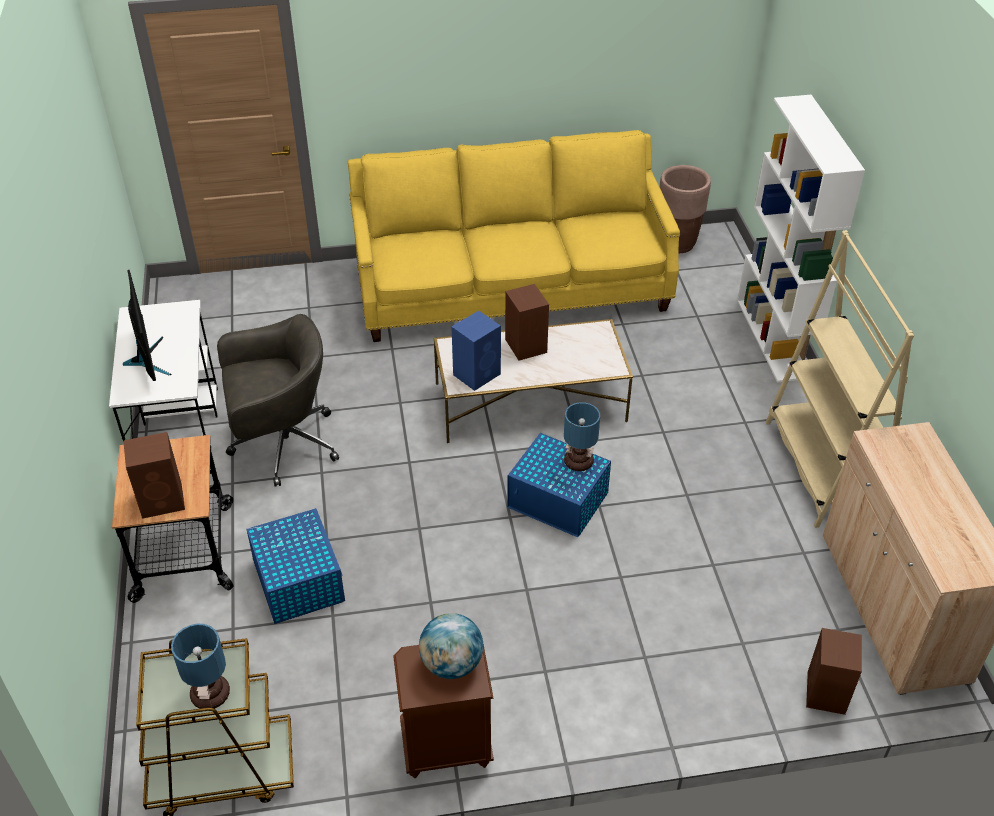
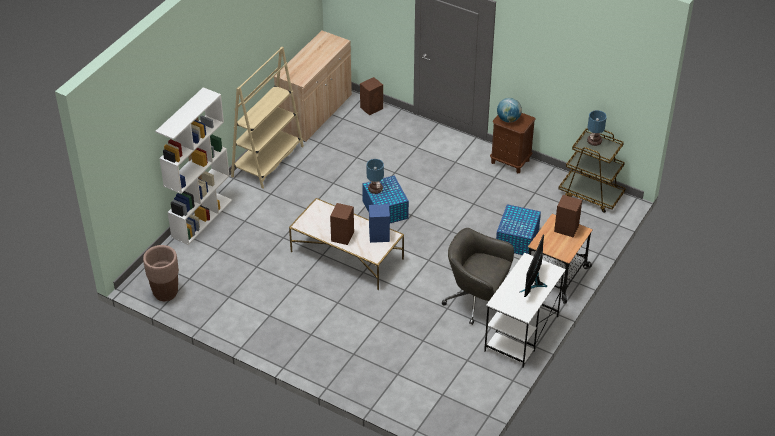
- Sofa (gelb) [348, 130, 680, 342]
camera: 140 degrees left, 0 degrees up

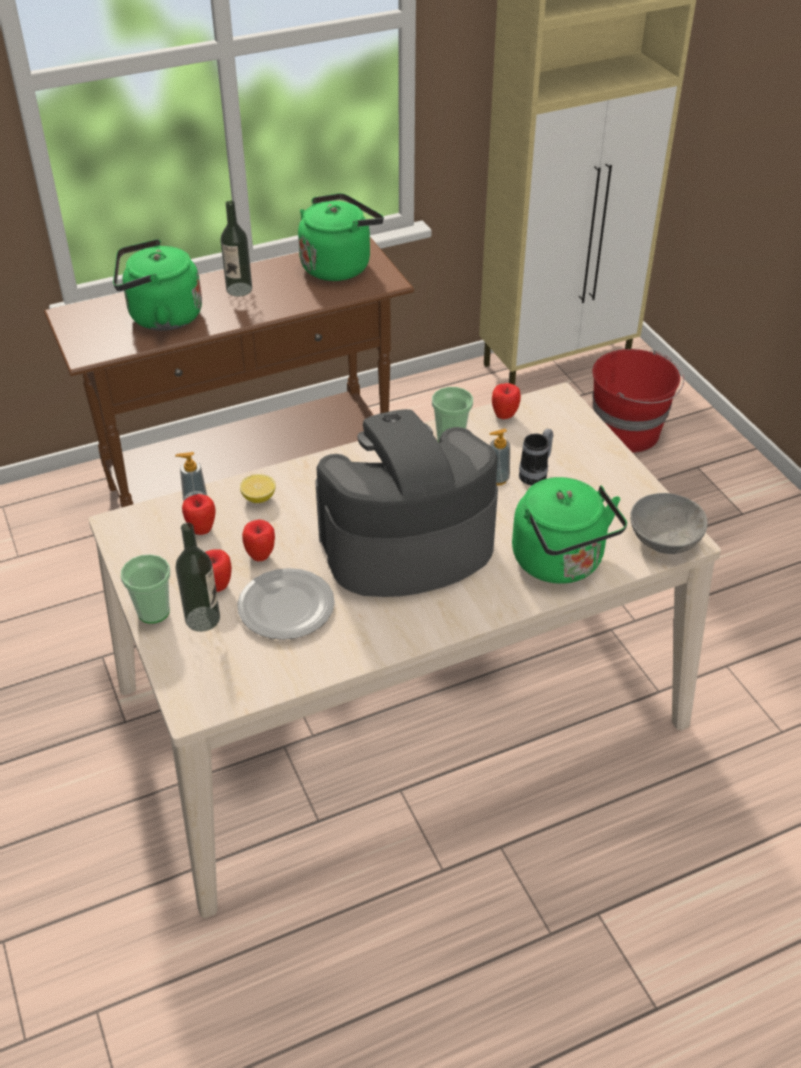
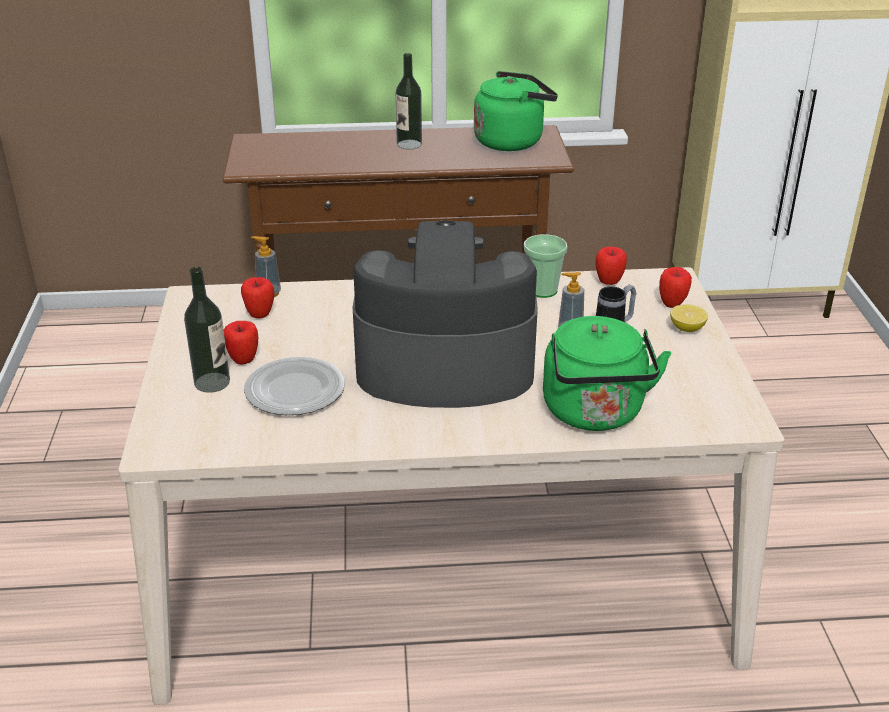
- Wasserkessel (grün) [113, 239, 202, 331]
- Tasse [121, 554, 170, 624]
~ Zitrone [240, 474, 276, 503] to [670, 304, 708, 332]
~ Apfel [242, 520, 275, 561] to [659, 267, 692, 308]
- Eimer (rot) [592, 349, 684, 453]
- Schüssel (grau) [630, 493, 707, 554]
camera: 20 degrees right, 10 degrees down

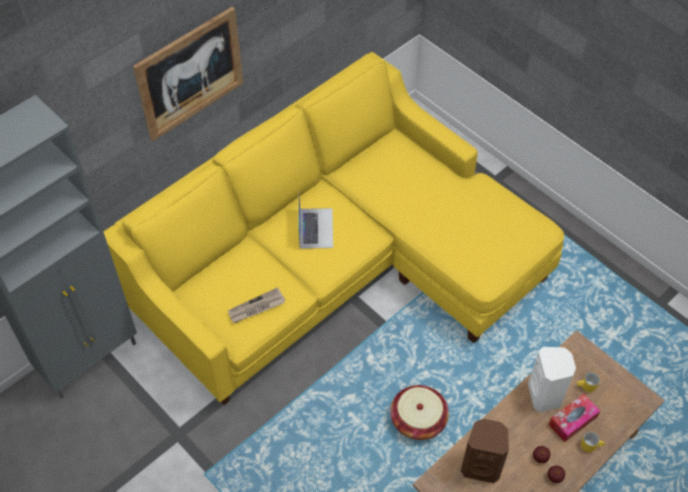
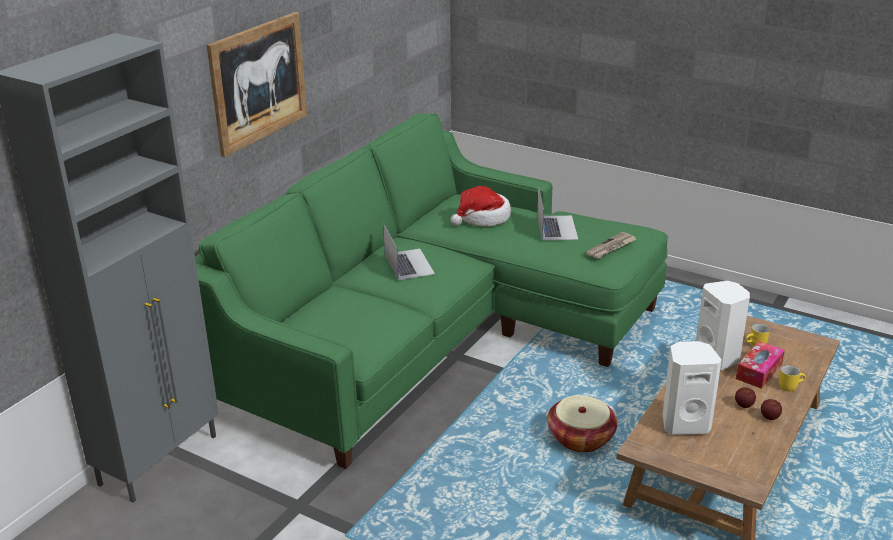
~ Sofa (gelb) [103, 52, 564, 405] to Sofa (grün) [195, 113, 668, 469]
~ Zeitung [228, 287, 286, 323] to [585, 232, 636, 259]
~ Lautsprecher (braun) [461, 419, 509, 483] to Lautsprecher (weiß) [662, 341, 722, 435]
+ Hut [451, 186, 511, 226]
+ Laptop [537, 187, 578, 240]
camera: 15 degrees left, 25 degrees down

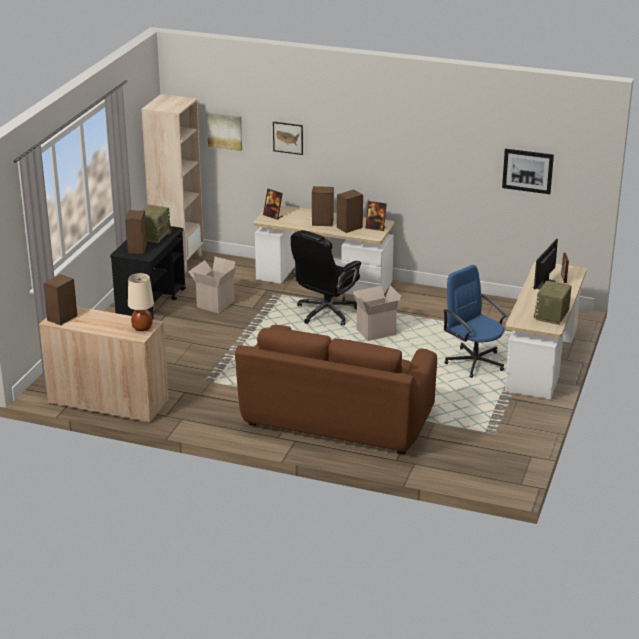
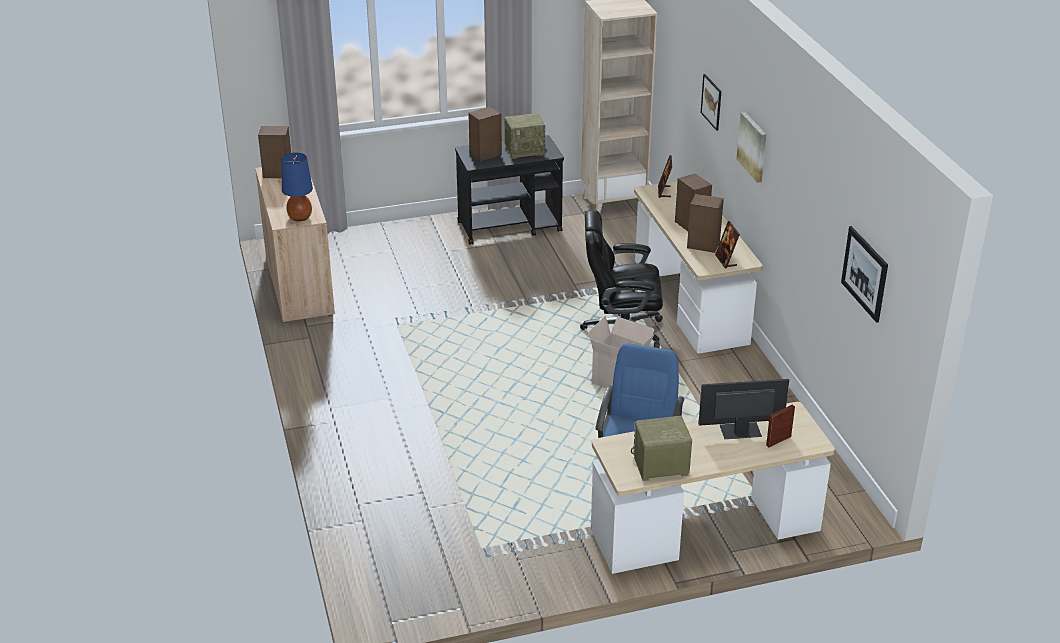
~ Tischlampe (beige) [128, 273, 154, 331] to Tischlampe (blau) [281, 153, 313, 221]
- Karton [188, 257, 237, 313]
~ Bild [207, 112, 242, 151] to [736, 112, 766, 183]
- Sofa (braun) [235, 325, 437, 455]
camera: 55 degrees right, 5 degrees up

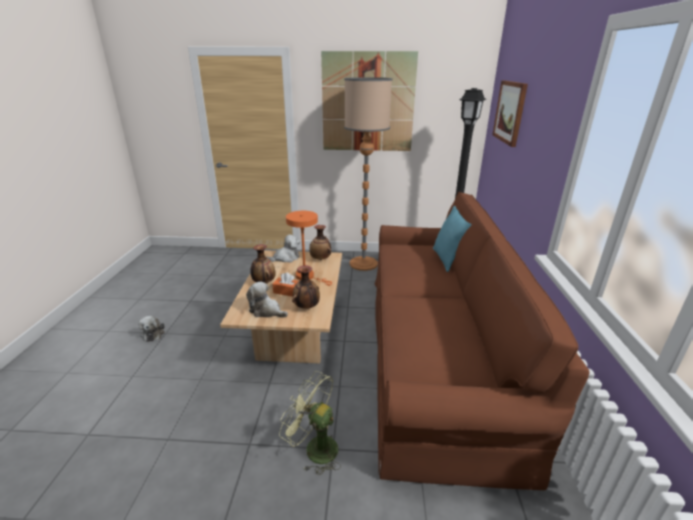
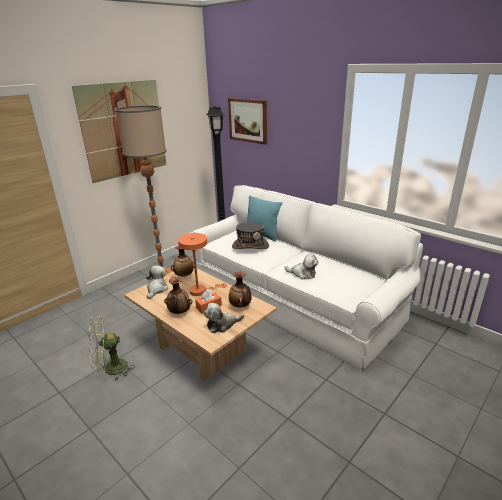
~ Plüschtier [138, 316, 165, 342] to [284, 254, 318, 279]
~ Ventilator (grün) [279, 371, 341, 475] to [89, 316, 135, 381]
~ Sofa (braun) [375, 192, 590, 490] to Sofa (weiß) [188, 185, 423, 370]
+ Hut (grau) [232, 222, 269, 249]
camera: 50 degrees left, 0 degrees up

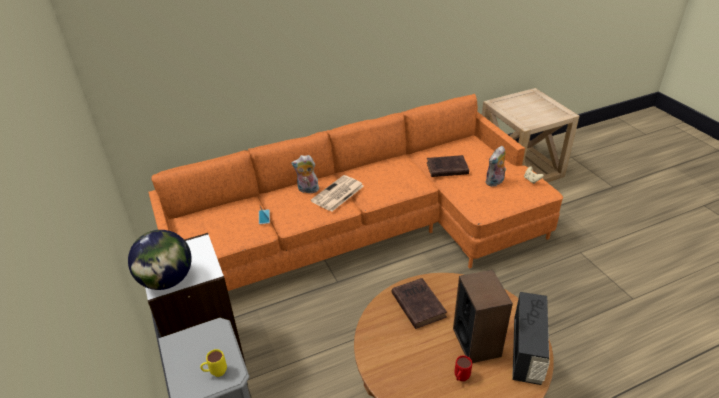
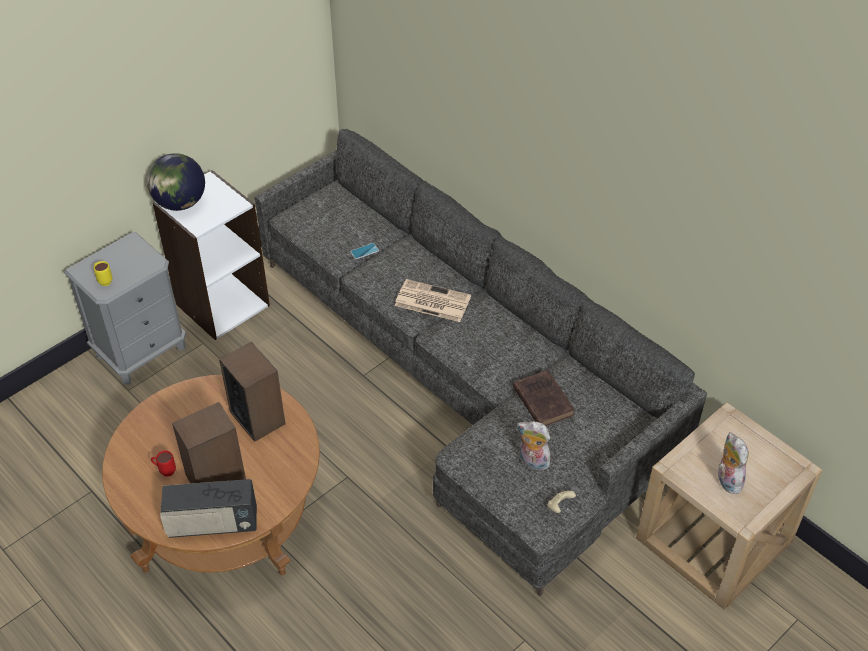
~ Sofa (orange) [148, 94, 563, 291] to Sofa (grau) [255, 129, 707, 596]
~ Plüschtier [291, 155, 319, 193] to [717, 432, 748, 494]
~ Buch (braun) [392, 278, 447, 329] to Lautsprecher [219, 342, 285, 442]
camera: 70 degrees right, 10 degrees up

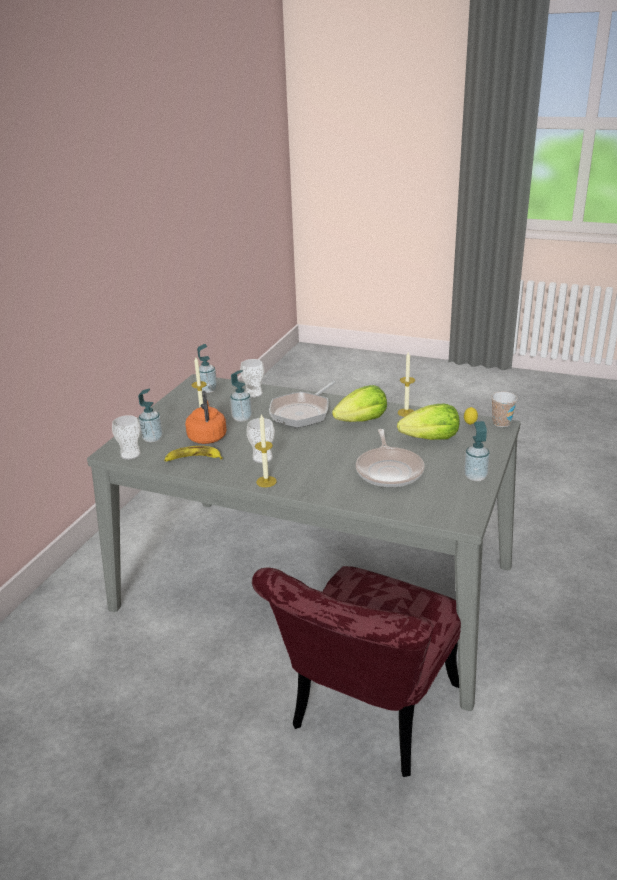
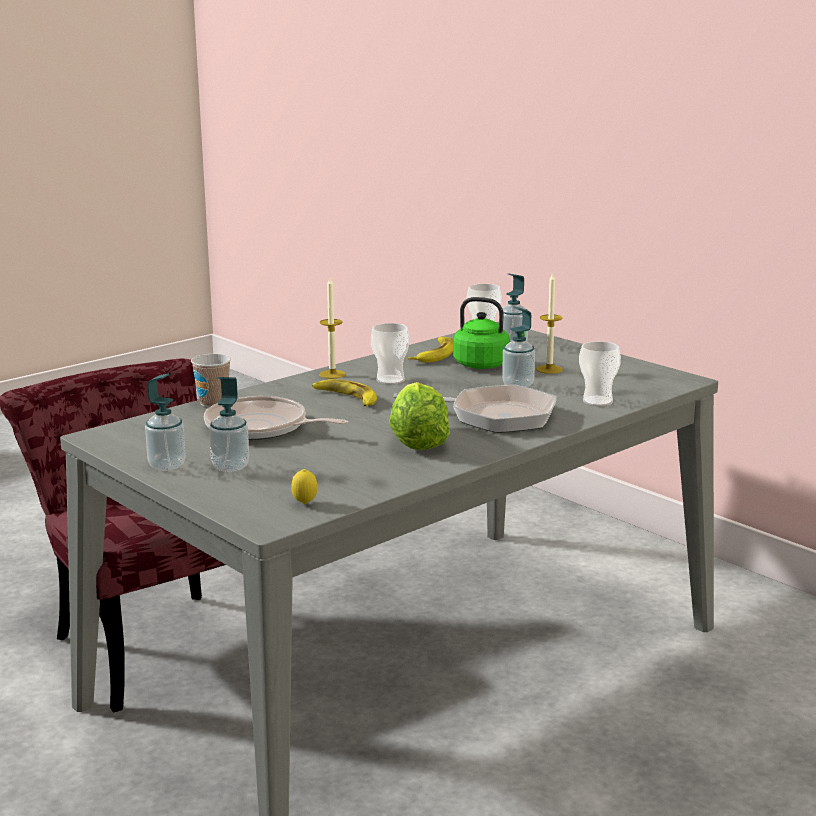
~ Wasserkessel (orange) [185, 391, 227, 444] to Wasserkessel (grün) [453, 297, 525, 369]
~ Seifenspender [197, 344, 217, 393] to [209, 377, 249, 472]
~ Pfanne [269, 381, 336, 428] = [394, 384, 556, 433] 135 degrees clockwise
- Salatkopf [397, 404, 460, 440]
- Kerze [398, 351, 415, 417]
~ Tasse [491, 392, 518, 427] to [191, 354, 231, 407]
+ Banane [312, 379, 377, 407]
camera: 115 degrees right, 10 degrees down

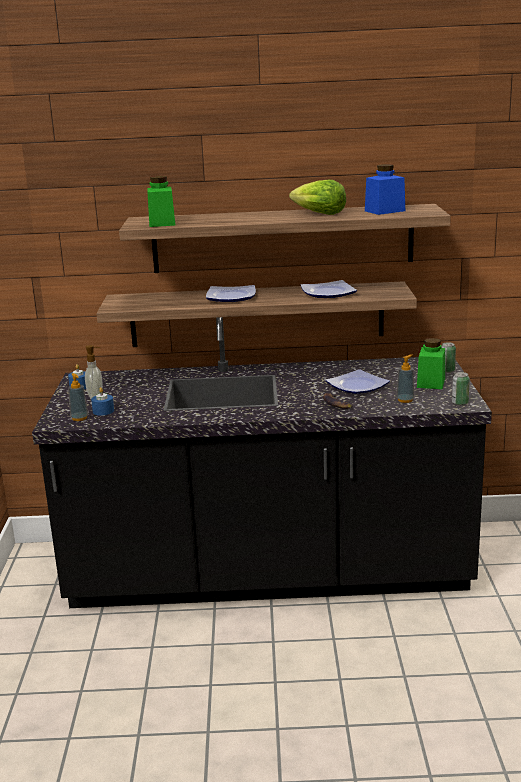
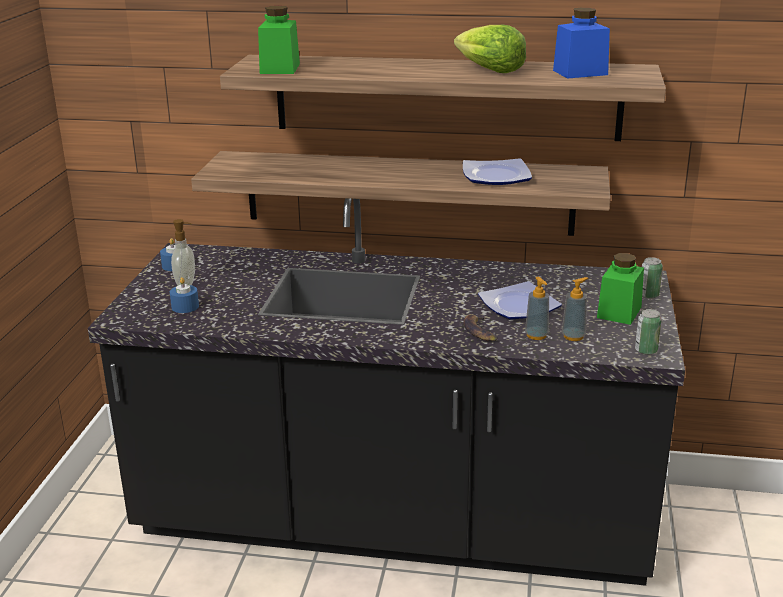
~ Seifenspender [68, 373, 88, 421] to [525, 277, 549, 340]
- Teller [206, 285, 256, 302]
camera: 10 degrees right, 5 degrees up

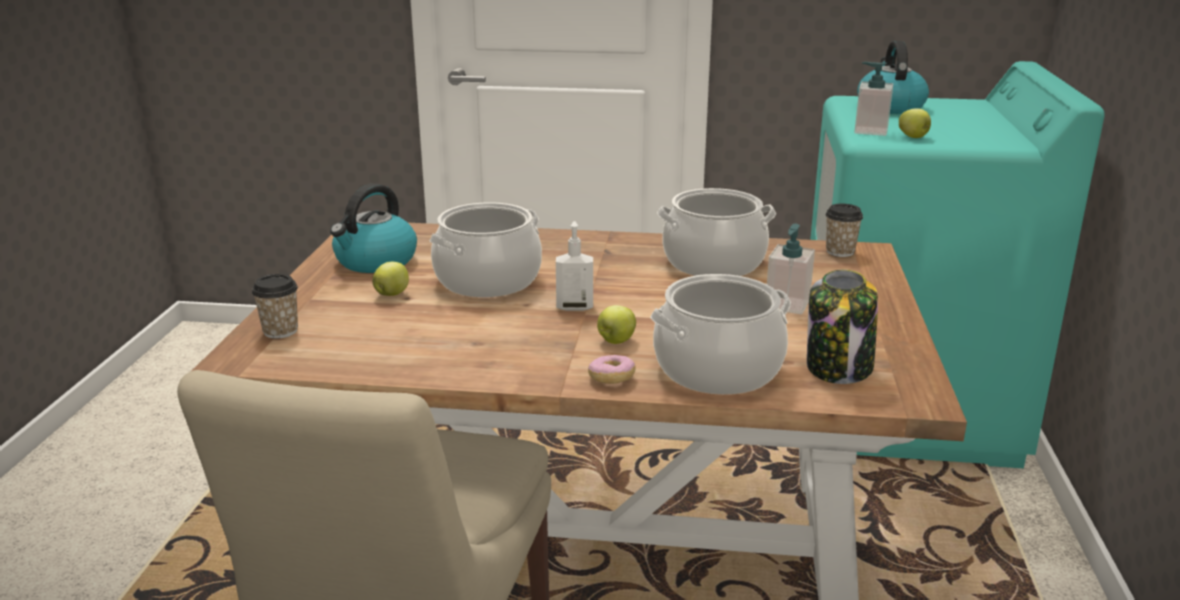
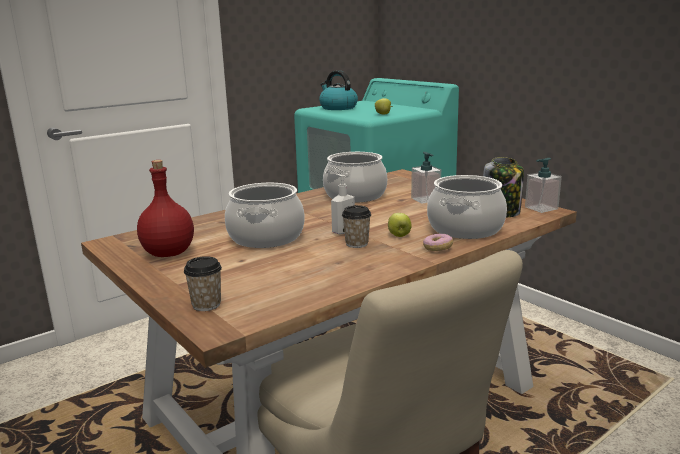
~ Wasserkessel [330, 184, 417, 273] to Flasche (rot) [137, 160, 194, 257]
- Apfel [372, 262, 409, 296]
~ Tasse [825, 204, 863, 257] to [342, 205, 371, 248]
~ Seifenspender [854, 62, 893, 136] to [525, 158, 562, 213]
camera: 45 degrees left, 5 degrees down

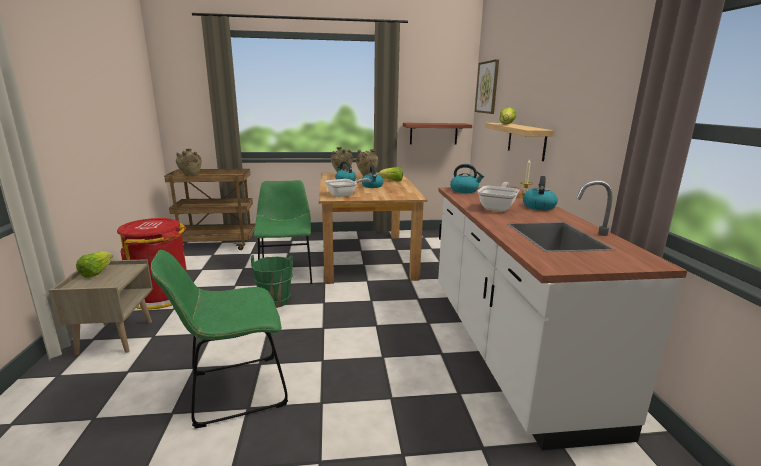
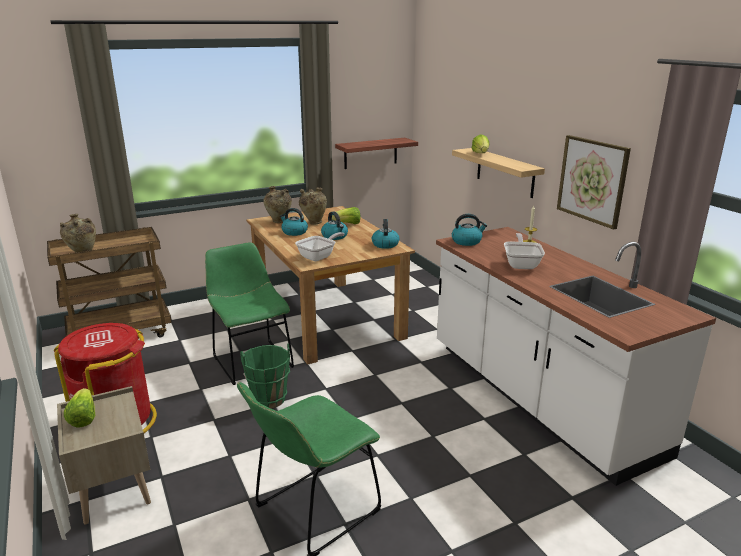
~ Bild [475, 59, 499, 114] to [557, 135, 631, 230]
~ Wasserkessel [523, 176, 558, 210] to [372, 219, 399, 249]
camera: 20 degrees left, 5 degrees up

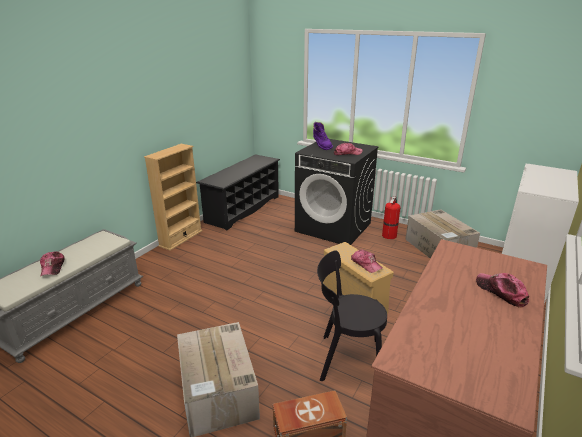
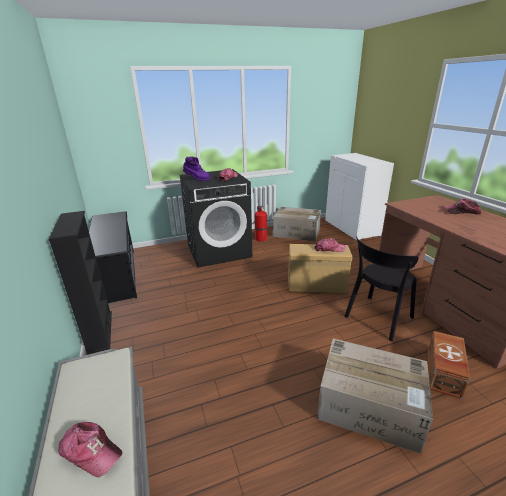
~ Bücherregal (beige) [144, 144, 202, 251] to Bücherregal (schwarz) [48, 211, 112, 355]
camera: 50 degrees left, 0 degrees up

